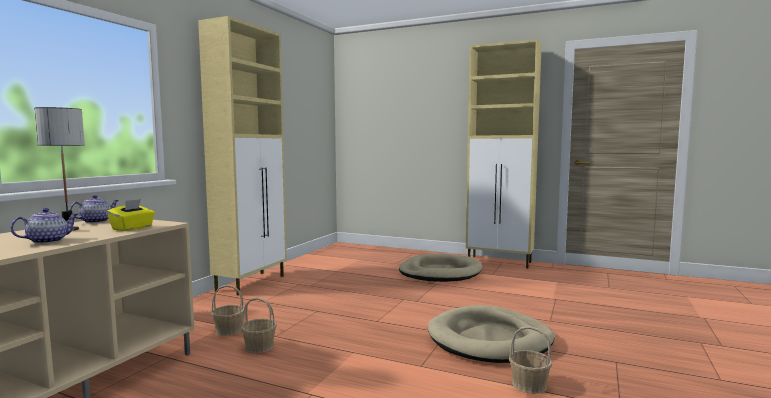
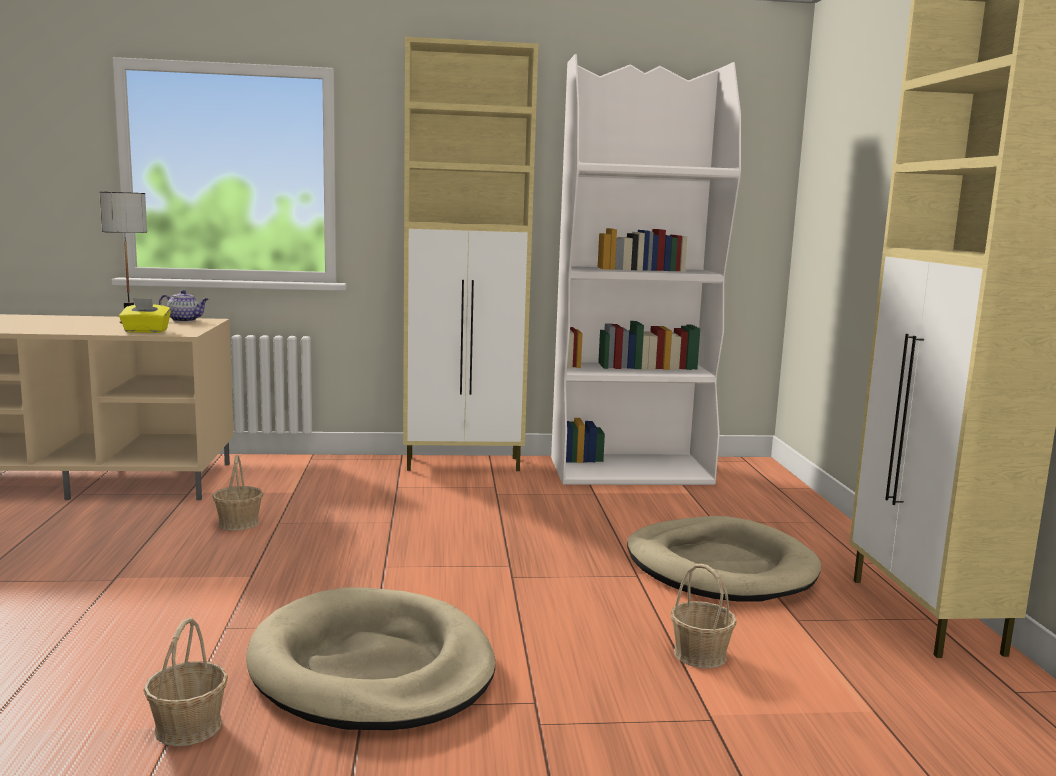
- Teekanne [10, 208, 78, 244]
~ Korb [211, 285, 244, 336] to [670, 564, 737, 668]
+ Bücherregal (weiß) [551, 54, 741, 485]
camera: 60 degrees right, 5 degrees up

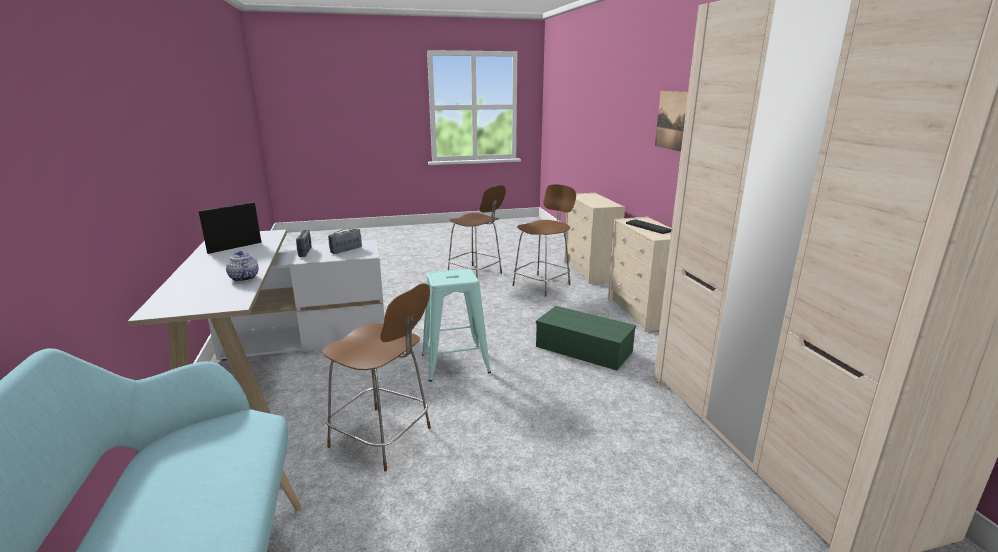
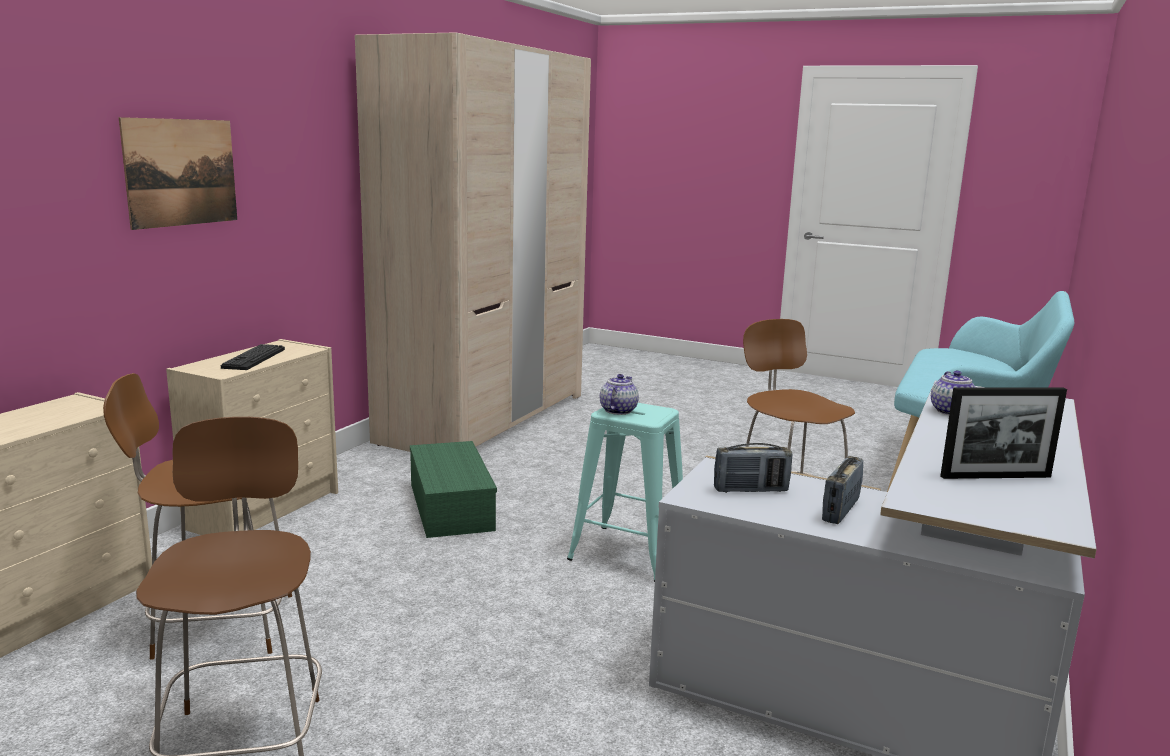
+ Teekanne [600, 374, 639, 415]
camera: 140 degrees left, 5 degrees down

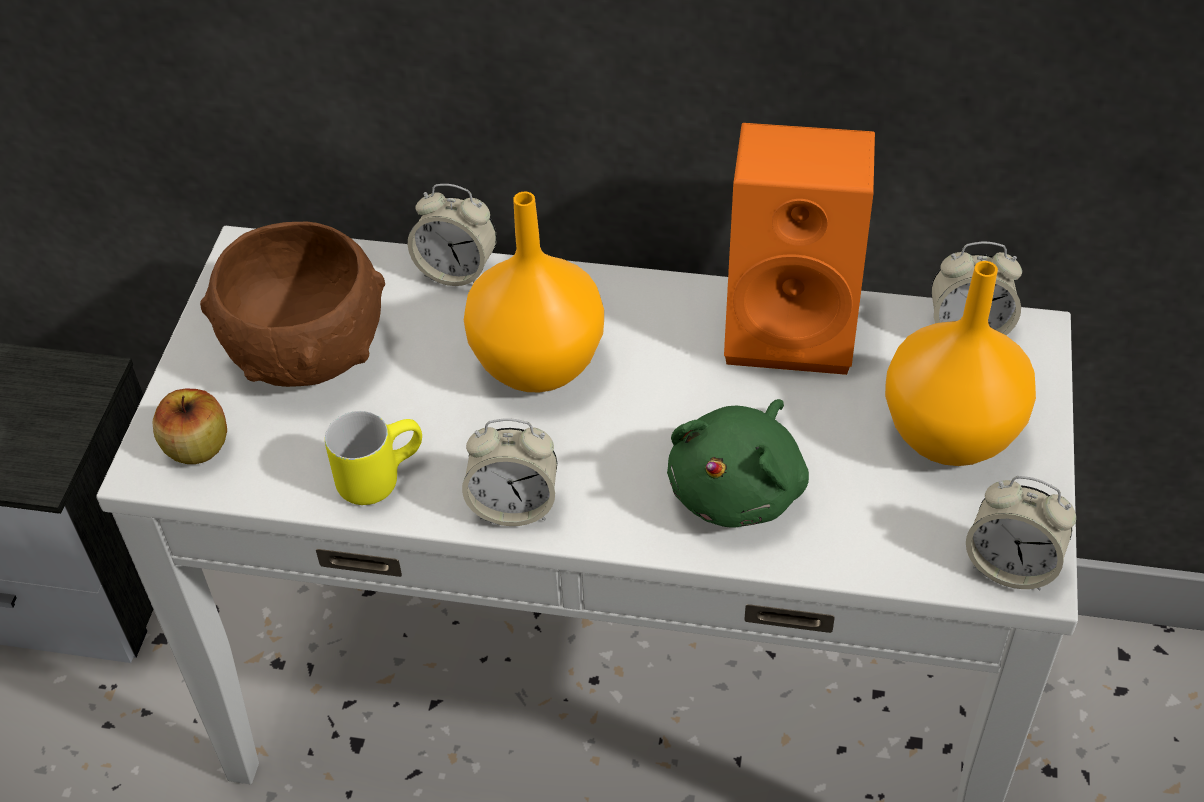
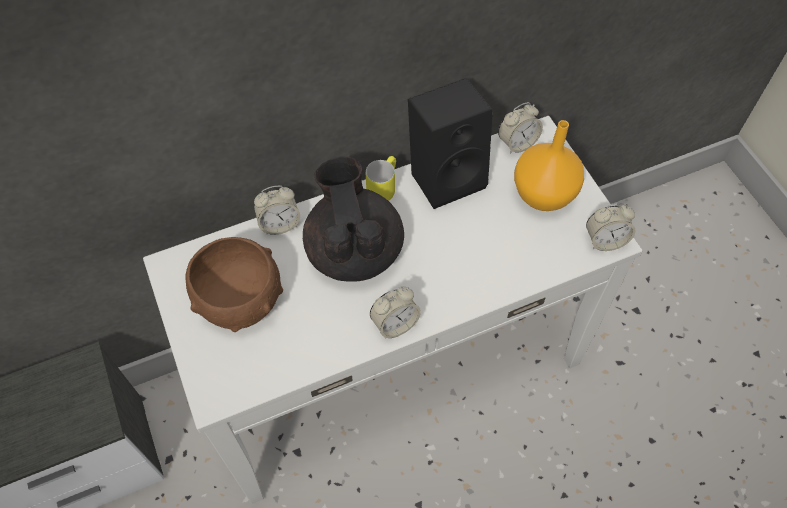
- Apfel [153, 389, 227, 464]
~ Henkelbecher (gelb) [325, 411, 422, 505] to [366, 156, 396, 201]
~ Vase (orange) [464, 192, 604, 392] to Teekanne (schwarz) [303, 156, 404, 282]
- Plüschtier (grün) [667, 399, 809, 528]
~ Lautsprecher (orange) [724, 123, 875, 375] to Lautsprecher (schwarz) [408, 78, 493, 209]
camera: 35 degrees left, 10 degrees up

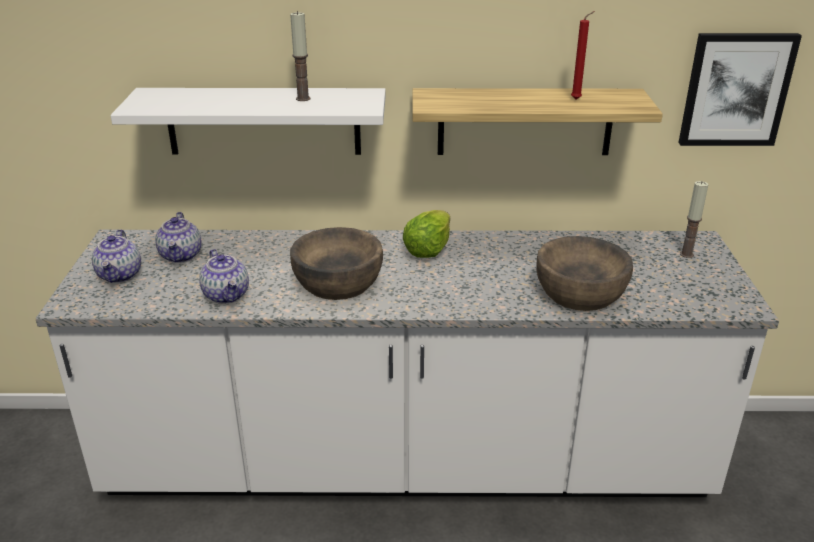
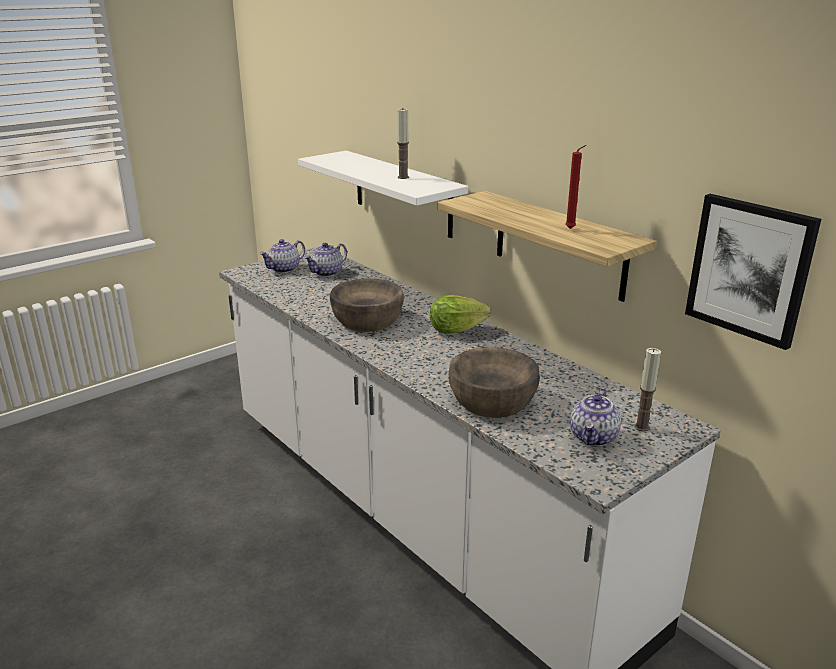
~ Teekanne [199, 249, 249, 304] to [570, 388, 621, 446]
camera: 50 degrees right, 5 degrees down

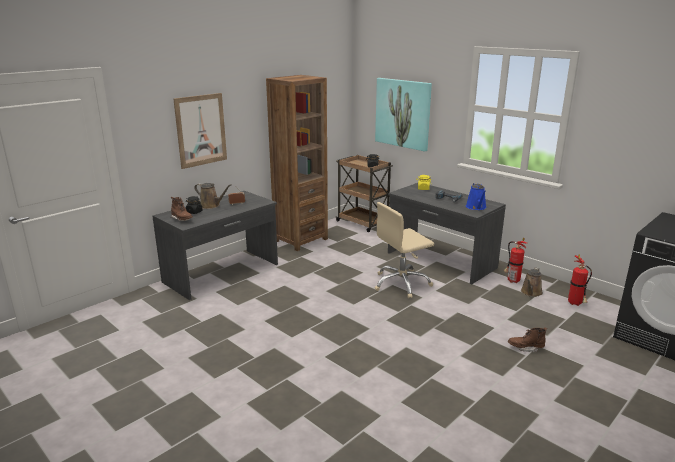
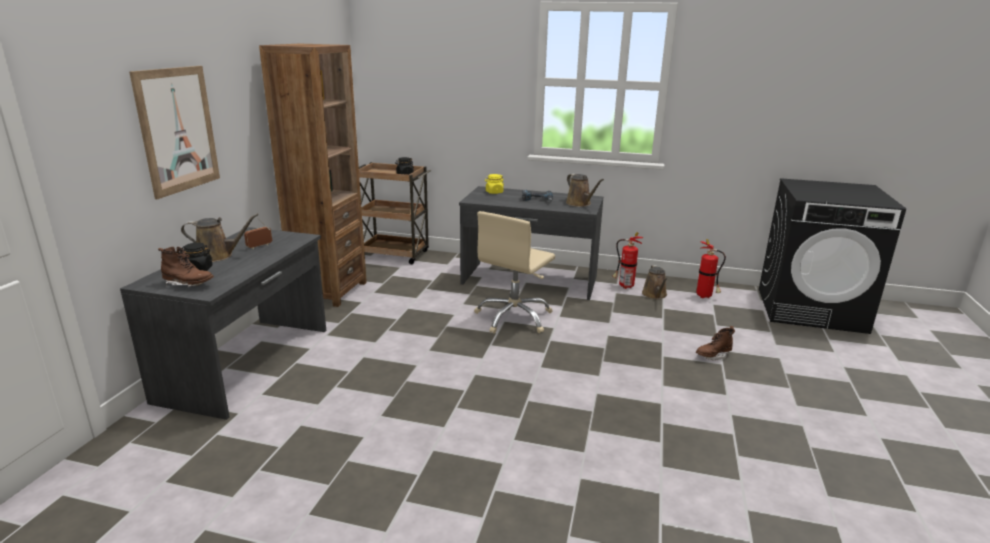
- Bild [375, 78, 432, 152]
~ Gießkanne (blau) [466, 183, 486, 210] to Gießkanne (braun) [566, 174, 604, 207]
camera: 30 degrees left, 0 degrees up

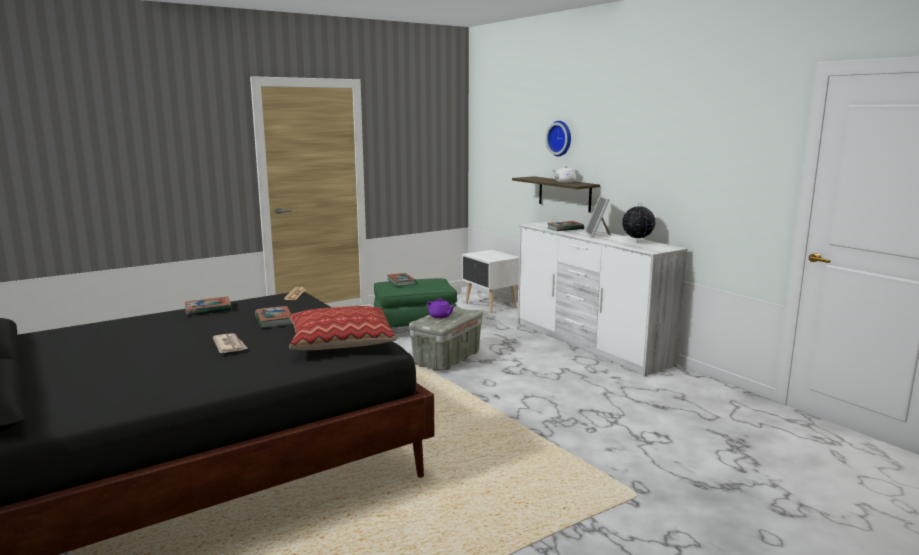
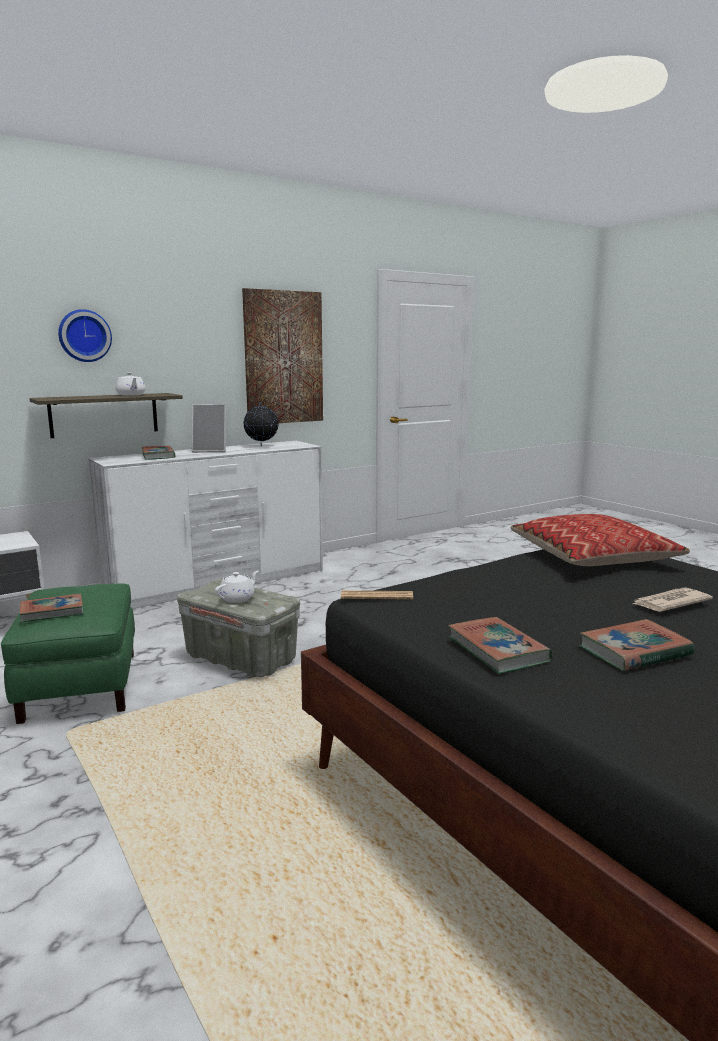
~ Buch [255, 306, 293, 328] to [580, 619, 695, 671]
~ Teekanne (lila) [427, 298, 455, 318] to Teekanne (weiß) [215, 571, 259, 603]
+ Bild [242, 288, 323, 423]
camera: 90 degrees left, 0 degrees up

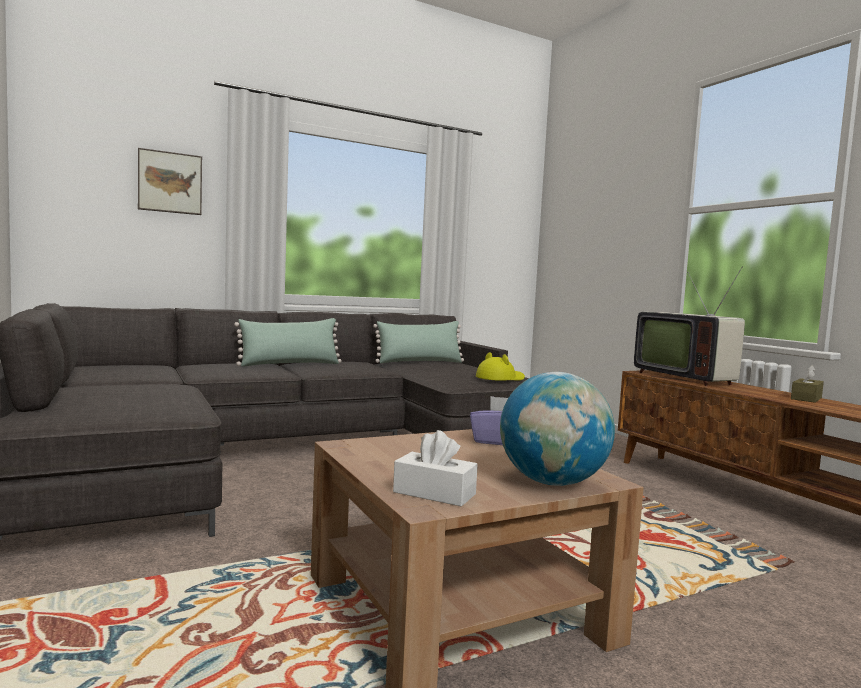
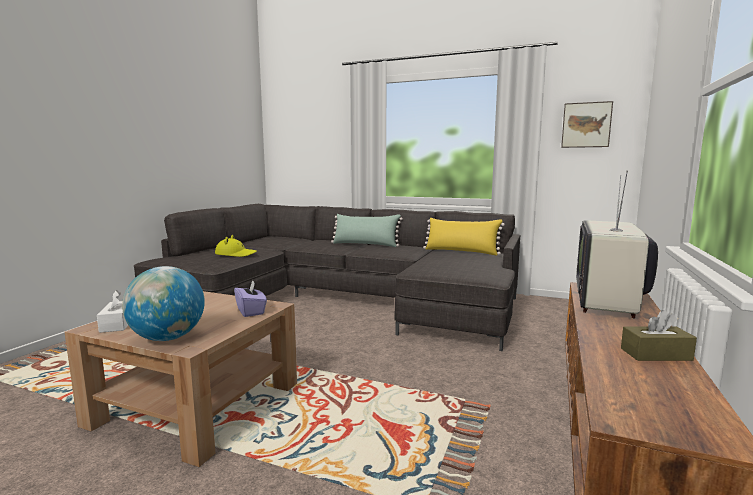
~ Bild [138, 148, 202, 215] to [561, 101, 613, 148]
~ Kissen (grün) [373, 321, 464, 363] to Kissen (gelb) [423, 218, 505, 256]
~ Hut (gelb) [476, 352, 525, 381] to [215, 235, 257, 257]
camera: 50 degrees right, 5 degrees up

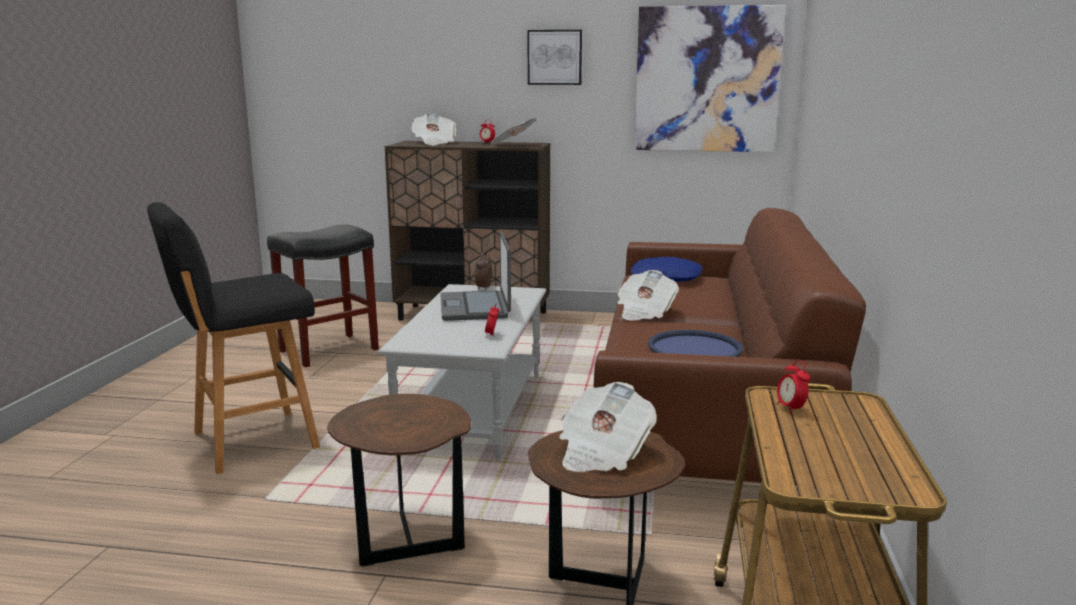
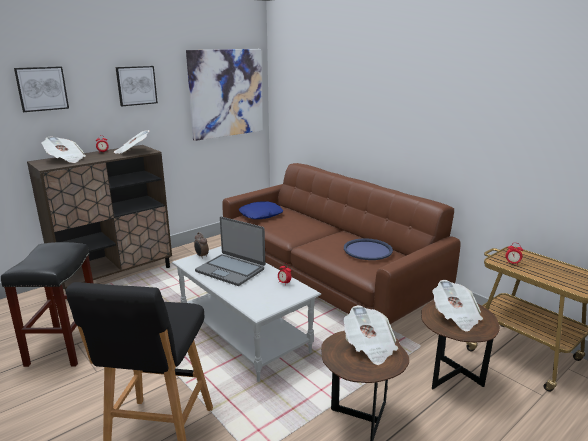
~ Zeitung [617, 270, 679, 320] to [343, 305, 398, 365]
+ Bild [14, 66, 69, 112]
camera: 50 degrees left, 5 degrees up

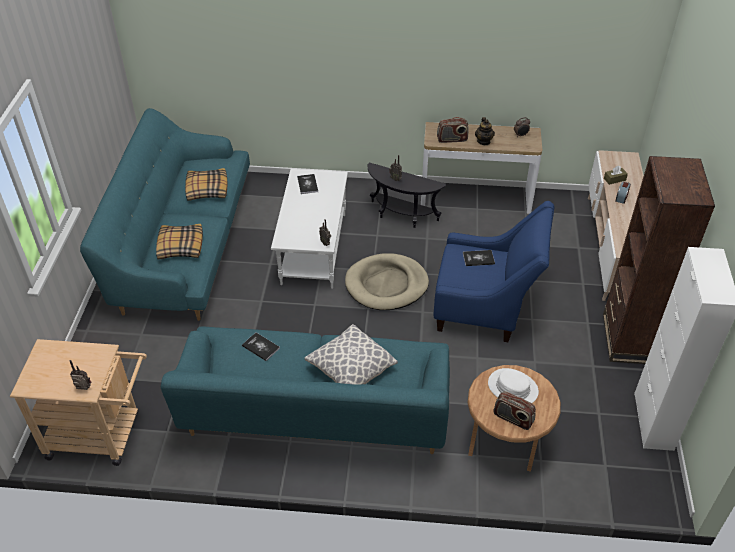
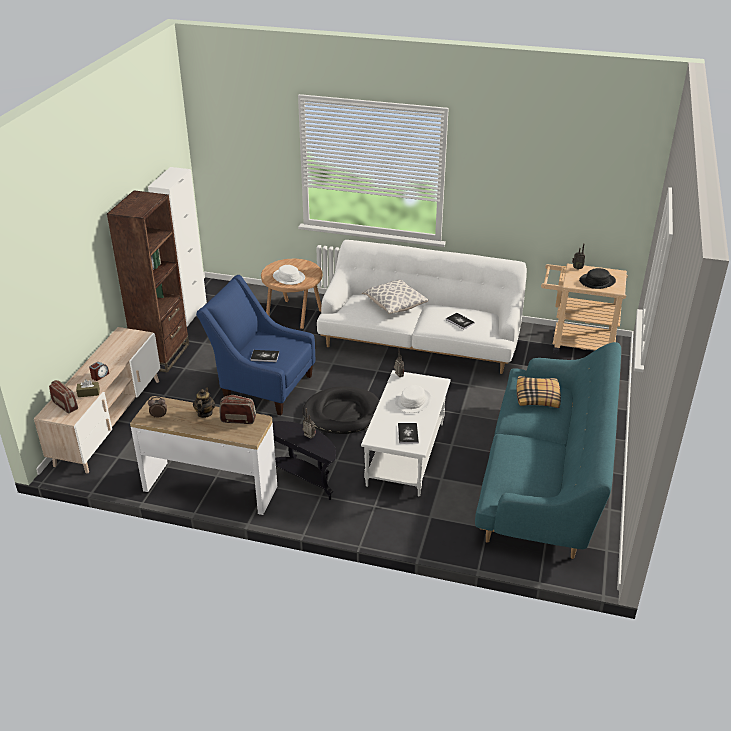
~ Sofa (türkis) [161, 327, 450, 454] to Sofa (weiß) [317, 240, 527, 374]
- Kissen [185, 168, 227, 201]
~ Hundebett (beige) [345, 253, 429, 310] to Hundebett (schwarz) [302, 386, 380, 434]
~ Radio [493, 391, 536, 430] to [49, 380, 78, 414]
+ Hut (weiß) [394, 385, 432, 413]
+ Hut (schwarz) [579, 268, 616, 289]
camera: 170 degrees left, 10 degrees down

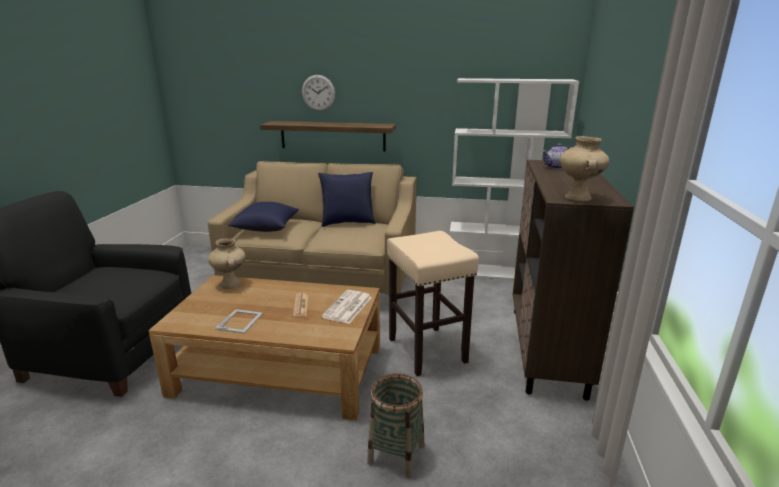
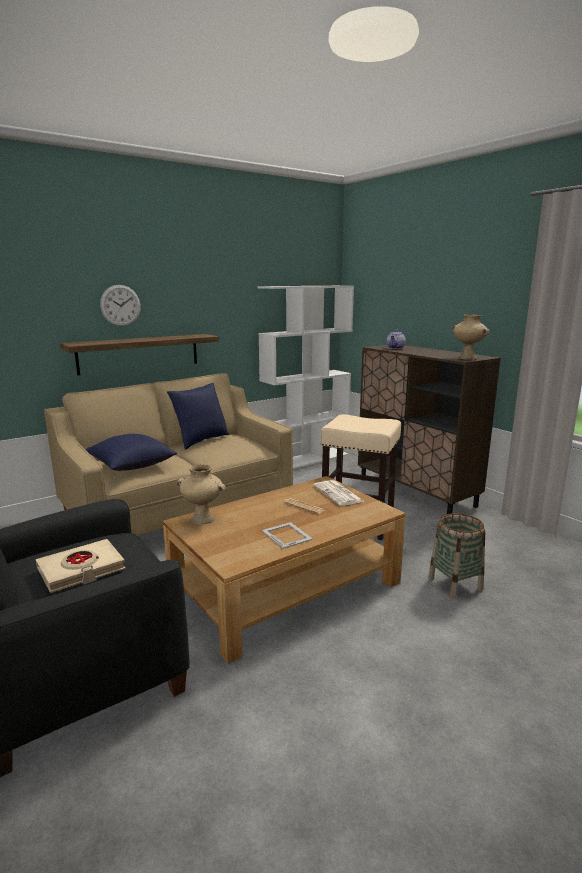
+ Buch (beige) [36, 539, 126, 593]
camera: 45 degrees left, 5 degrees down

